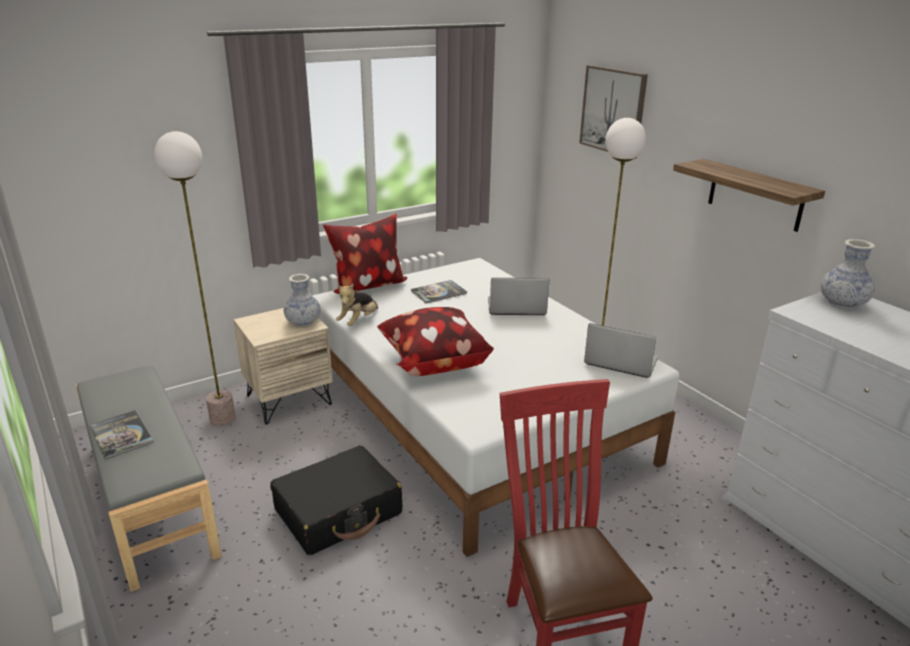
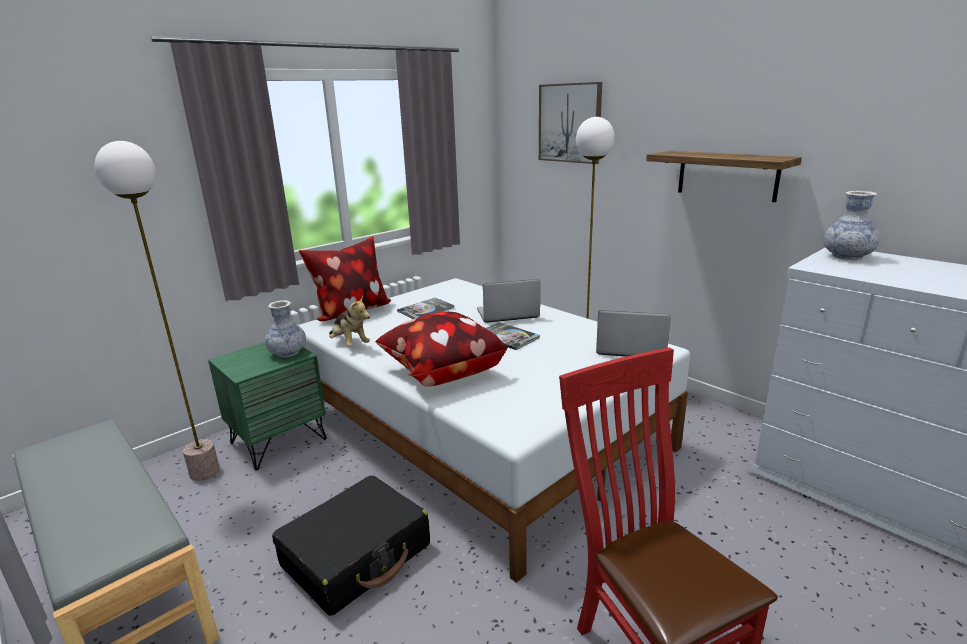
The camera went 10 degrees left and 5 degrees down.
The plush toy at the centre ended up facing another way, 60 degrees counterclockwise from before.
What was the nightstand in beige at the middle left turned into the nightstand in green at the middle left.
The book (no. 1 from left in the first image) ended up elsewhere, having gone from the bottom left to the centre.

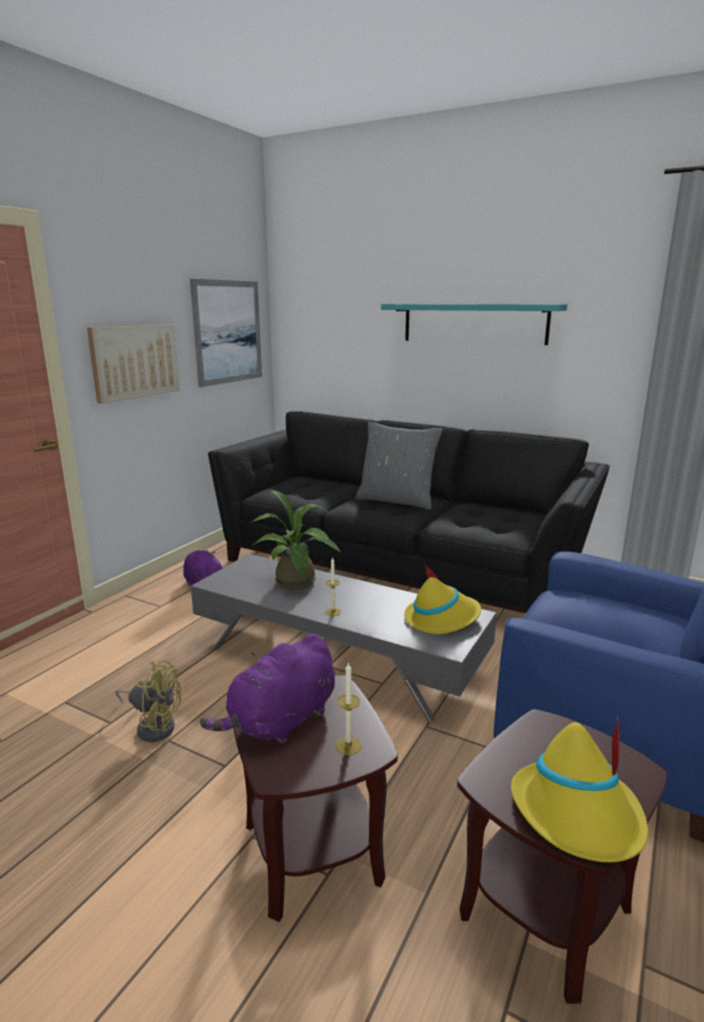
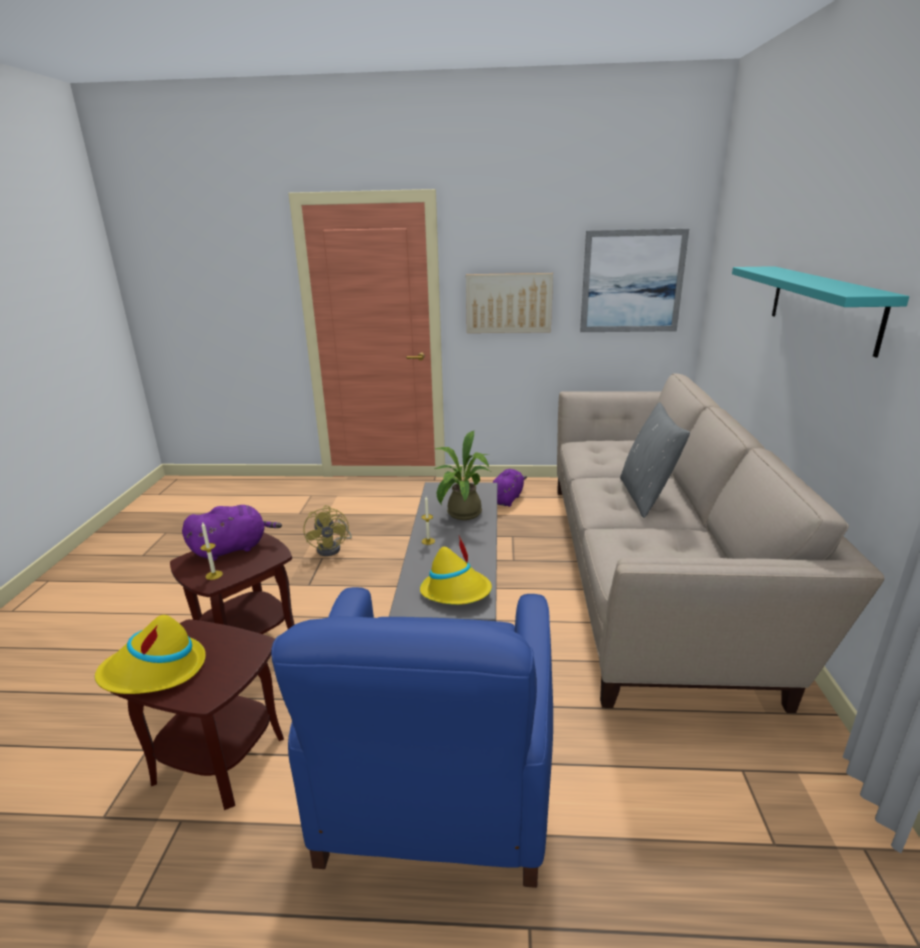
The camera went 65 degrees right and 5 degrees up.
What was the sofa in black at the centre turned into the sofa in beige at the middle right.
The plush toy in purple (no. 2 from left in the first image) at the bottom centre ended up facing another way, 135 degrees clockwise from before.

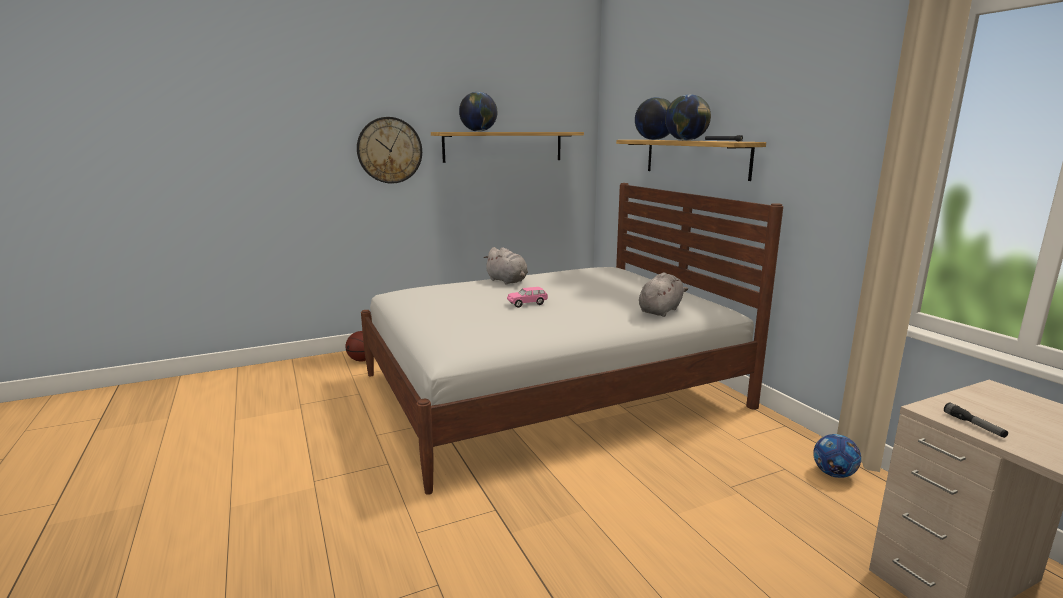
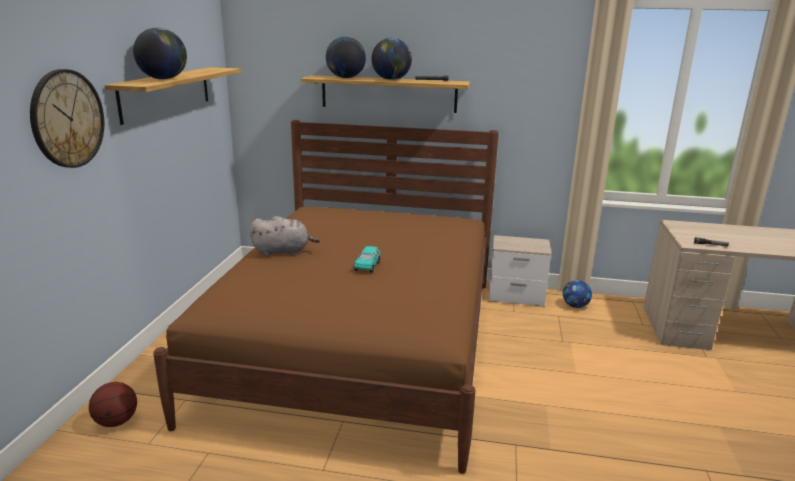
The camera went 55 degrees left and 5 degrees up.
What was the bed in white at the centre turned into the bed in brown at the centre.
The second view lost the plush toy in grey (no. 2 from left) at the centre.
What was the toy car in pink at the centre turned into the toy car in turquoise at the centre.
The second view gained the nightstand at the centre.

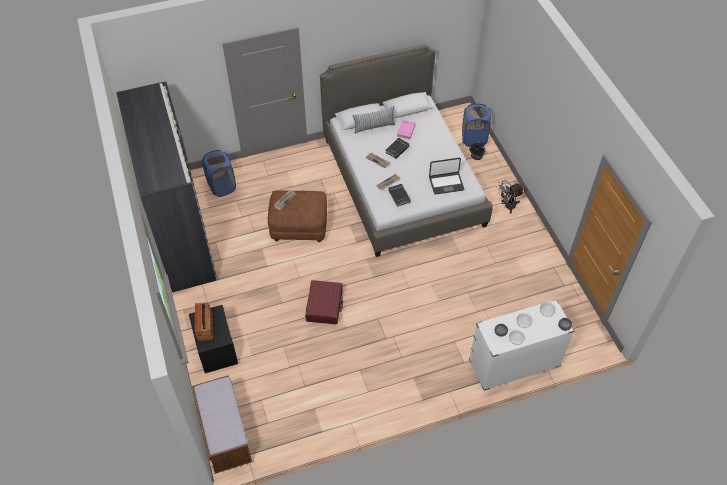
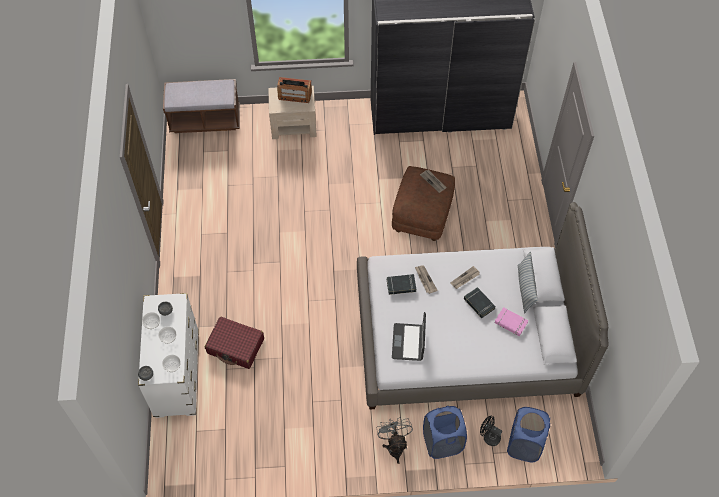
The camera went 105 degrees right and 5 degrees up.
The laundry basket in blue (no. 1 from left) ended up elsewhere, having gone from the middle left to the bottom centre.
The suitcase in red ended up elsewhere, having gone from the centre to the bottom left.
What was the nightstand in black at the bottom left turned into the nightstand in beige at the top centre.

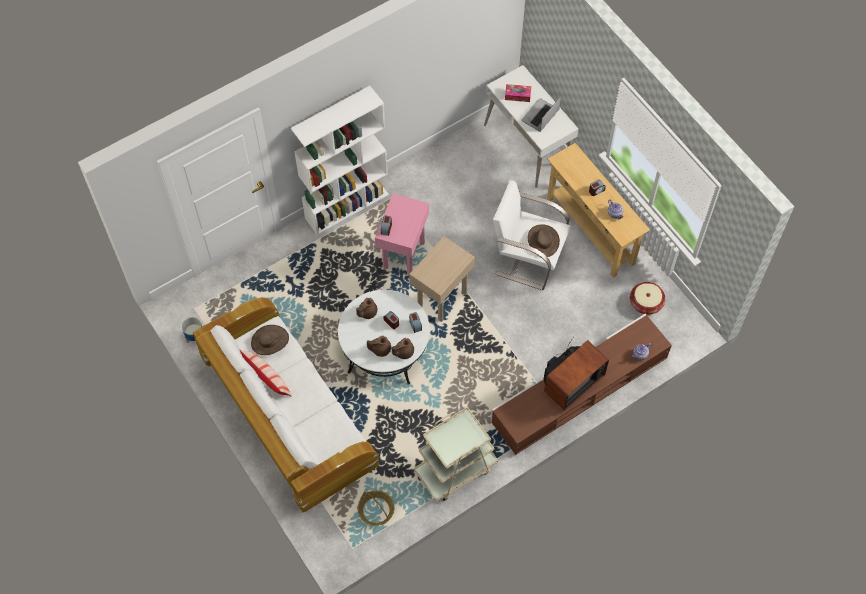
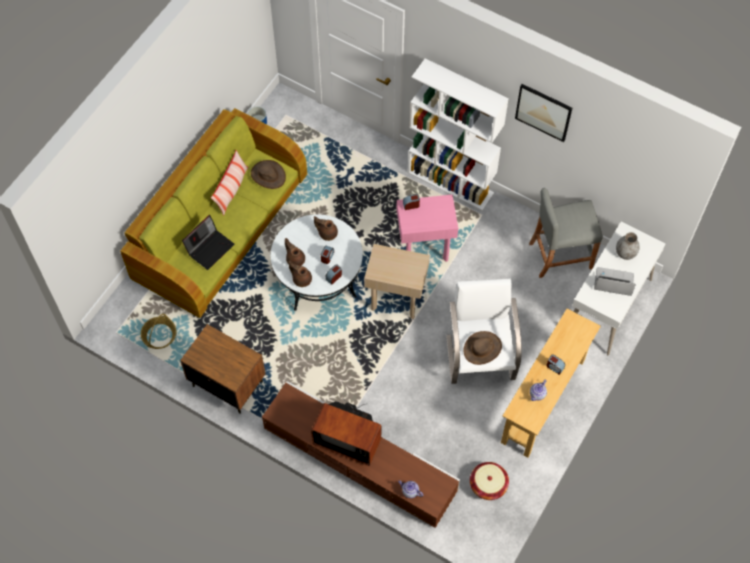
The camera went 65 degrees right and 0 degrees up.
Where the tissue box stood at the top centre, the vase in grey came to stand at the middle right.
What was the sofa in white at the bottom left turned into the sofa in green at the middle left.
Where the cart in beige stood at the bottom centre, the nightstand in brown came to stand at the middle left.
The second view gained the picture at the top right.
The second view gained the stool in grey at the middle right.
The second view gained the laptop (no. 1 from left) at the middle left.

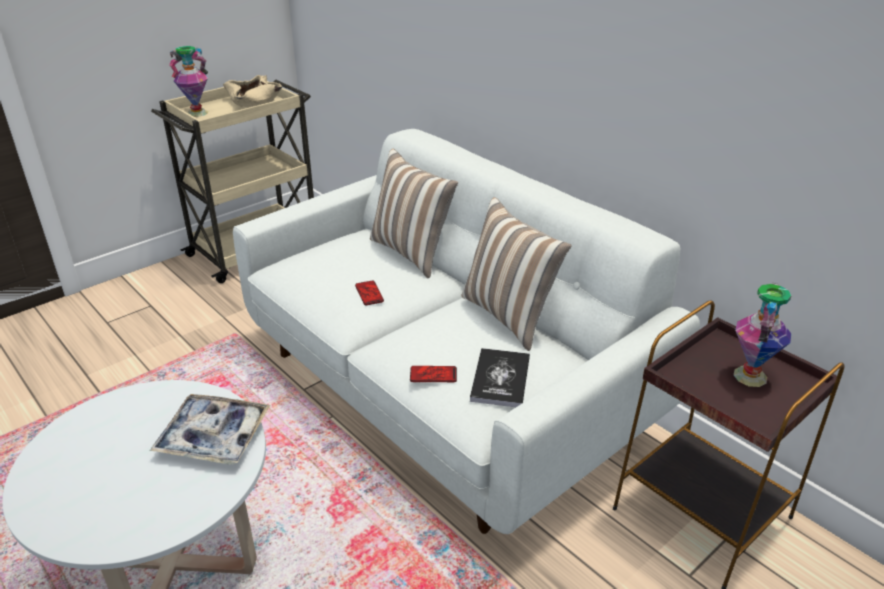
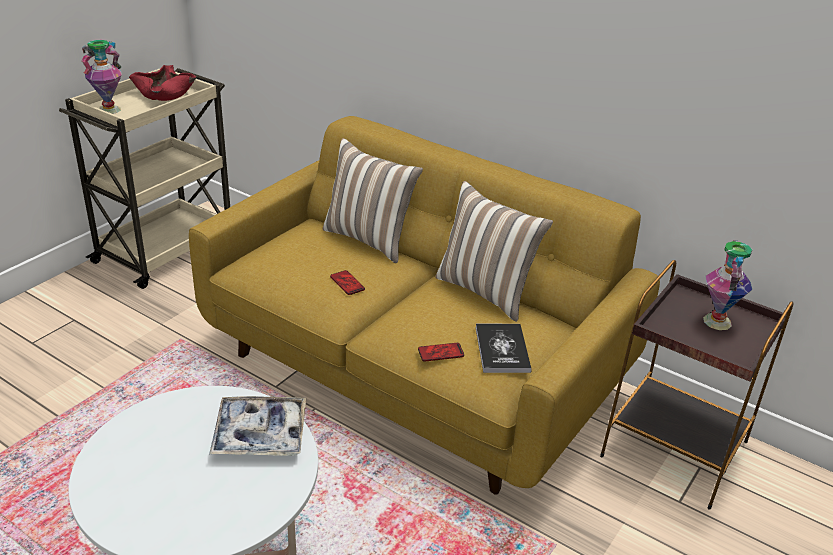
The camera went 15 degrees left and 0 degrees up.
What was the bowl in beige at the top left turned into the bowl in red at the top left.
What was the sofa in white at the centre turned into the sofa in yellow at the centre.

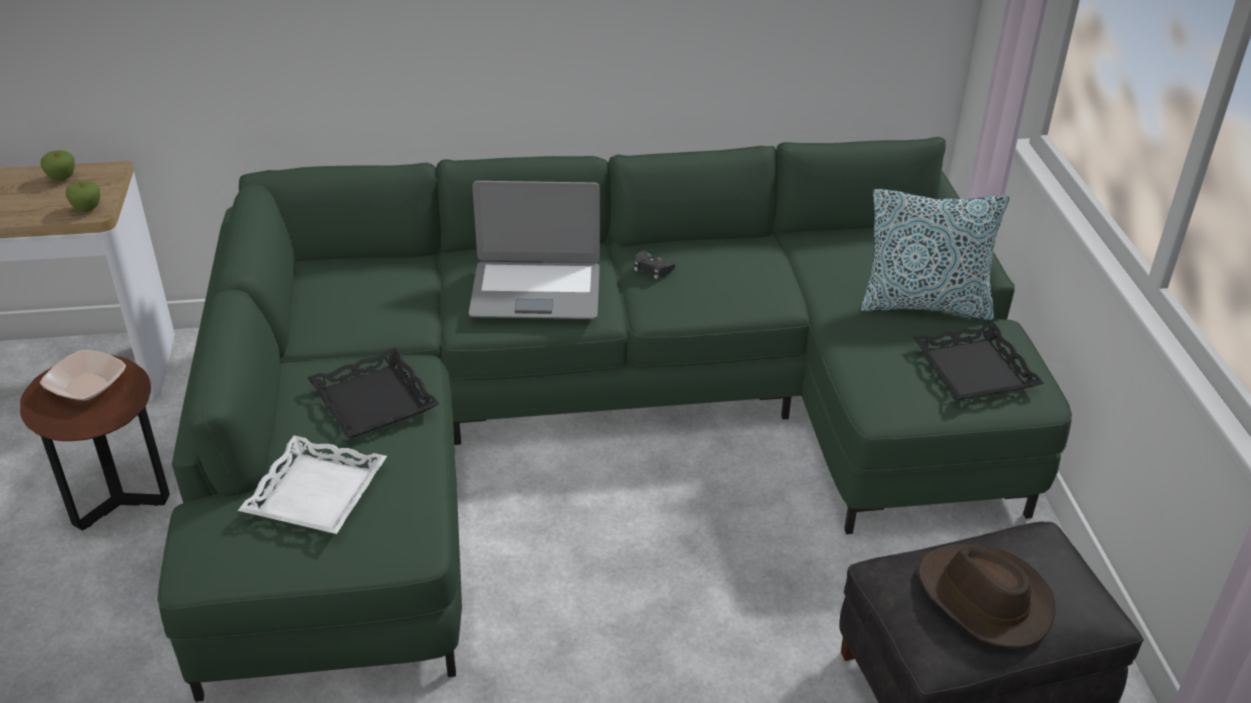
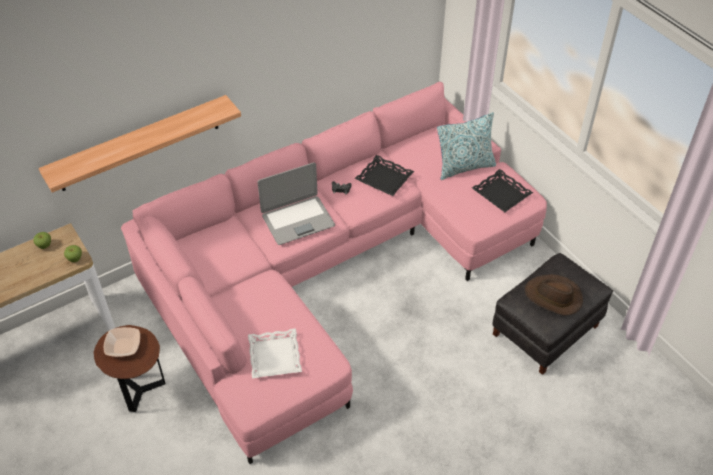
The camera went 25 degrees left and 10 degrees up.
What was the sofa in green at the centre turned into the sofa in pink at the centre.
The tray in black (no. 1 from left) ended up elsewhere, having gone from the middle left to the centre.
The second view gained the shelf at the top left.

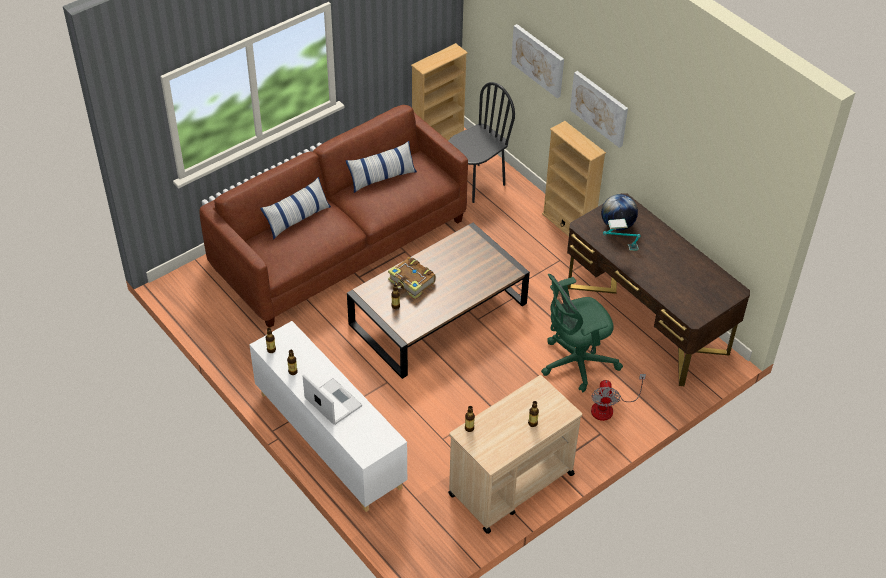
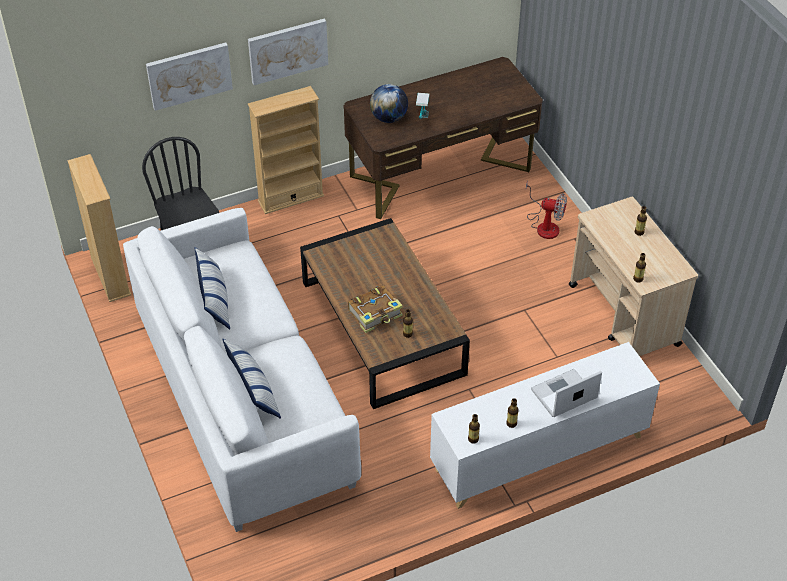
The camera went 75 degrees left and 0 degrees up.
What was the sofa in brown at the centre turned into the sofa in white at the middle left.
The second view lost the office chair in green at the centre.

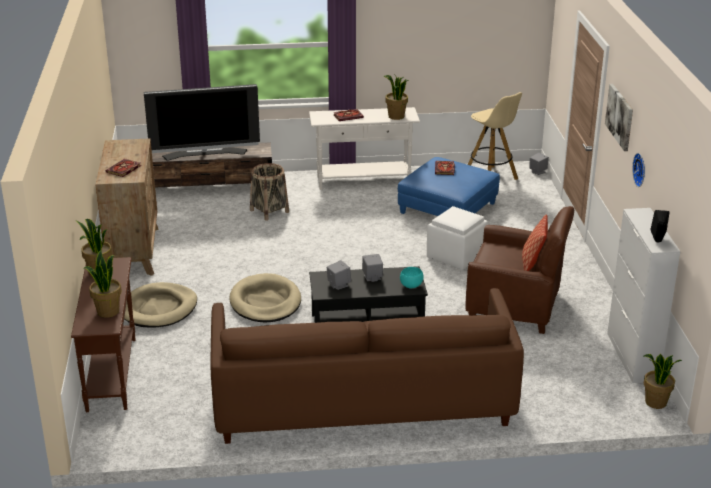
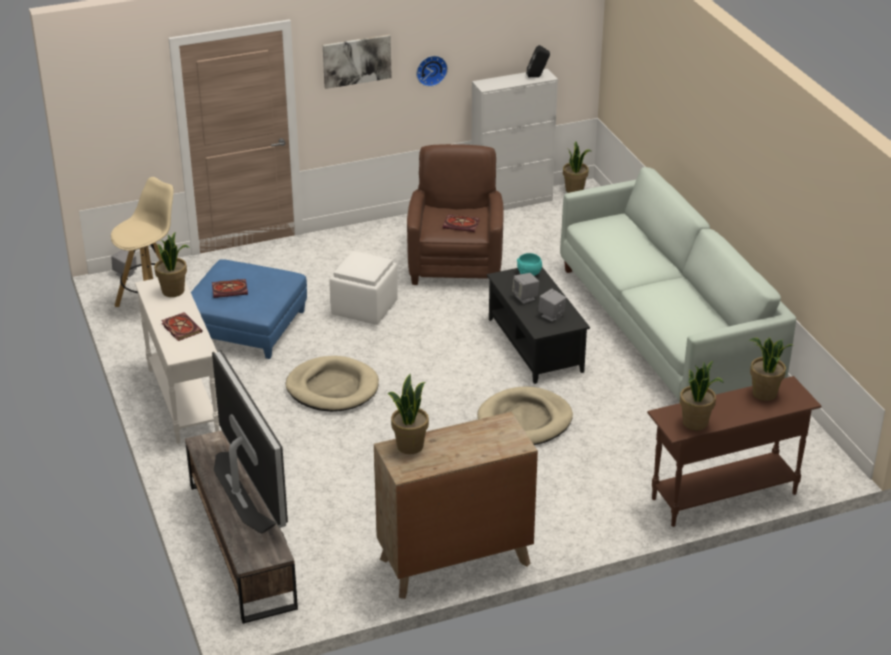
The camera went 105 degrees left and 5 degrees up.
The book (no. 1 from left in the first image) ended up elsewhere, having gone from the middle left to the centre.
The second view lost the basket at the centre.
The second view lost the pillow at the middle right.
The dog bed in beige (no. 1 from left) ended up elsewhere, having gone from the middle left to the centre.
What was the sofa in brown at the bottom centre turned into the sofa in white at the middle right.
The second view gained the potted plant (no. 2 from left) at the centre.

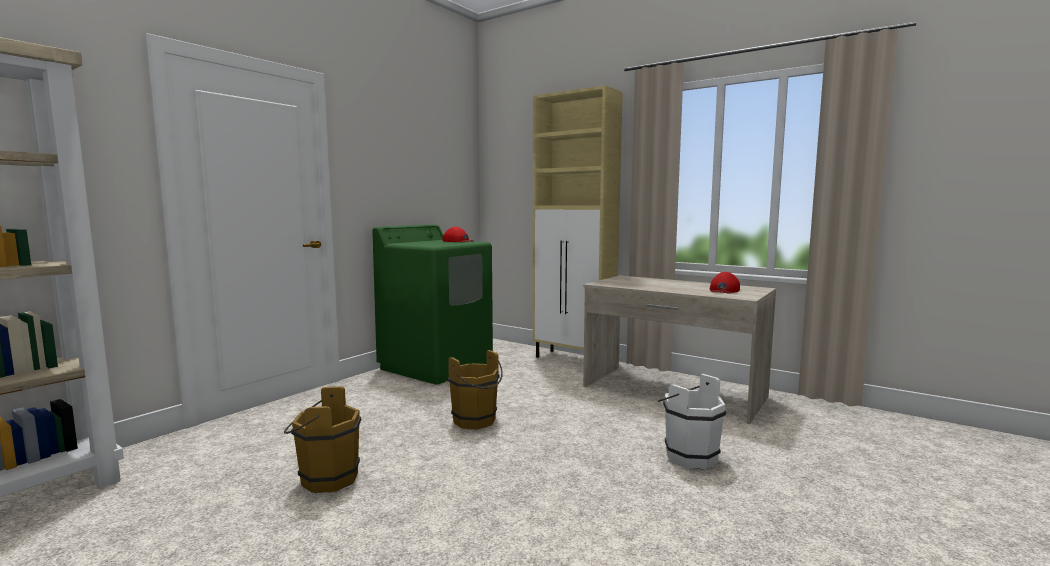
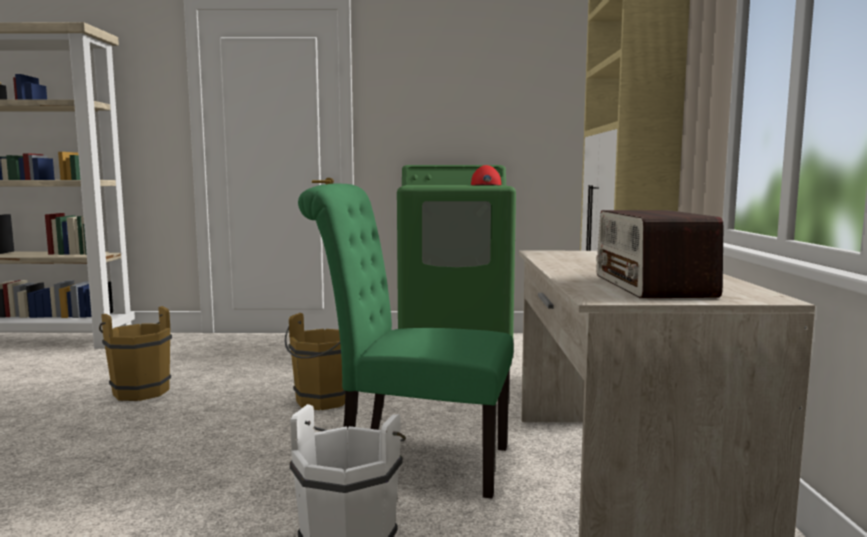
The camera went 55 degrees right and 0 degrees up.
Where the cap in red (no. 2 from left) stood at the middle right, the radio came to stand at the middle right.
The second view gained the chair in green at the centre.

